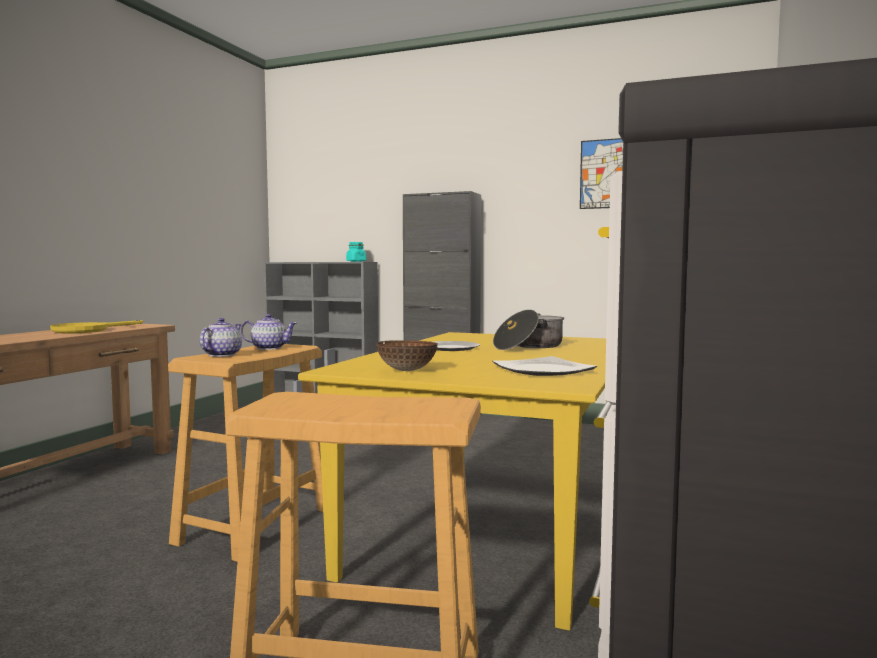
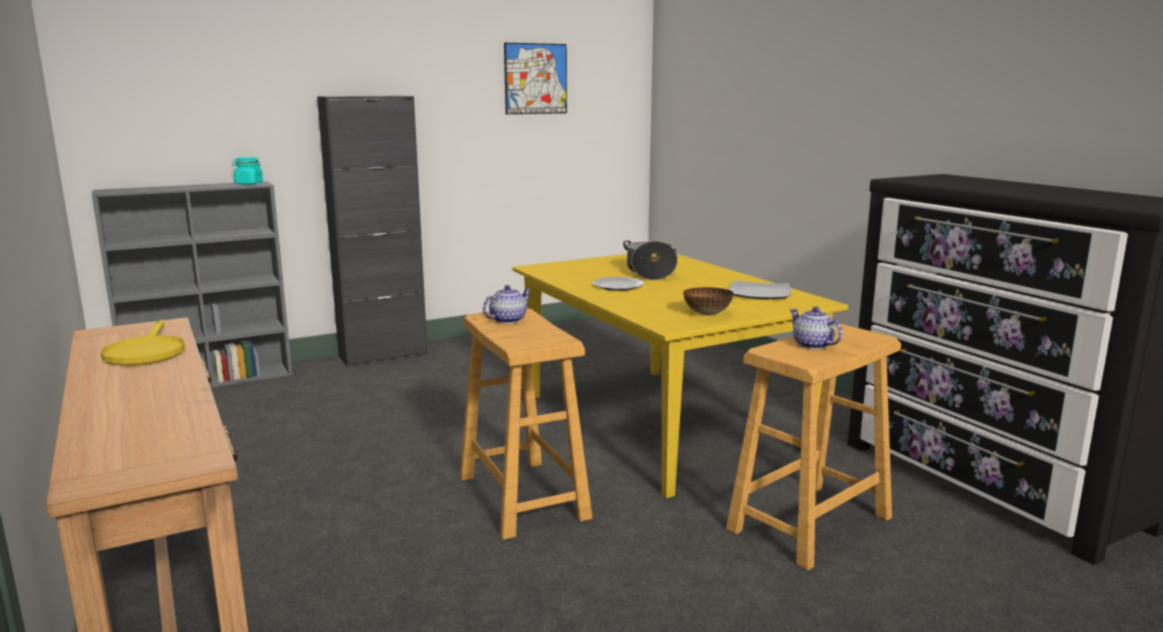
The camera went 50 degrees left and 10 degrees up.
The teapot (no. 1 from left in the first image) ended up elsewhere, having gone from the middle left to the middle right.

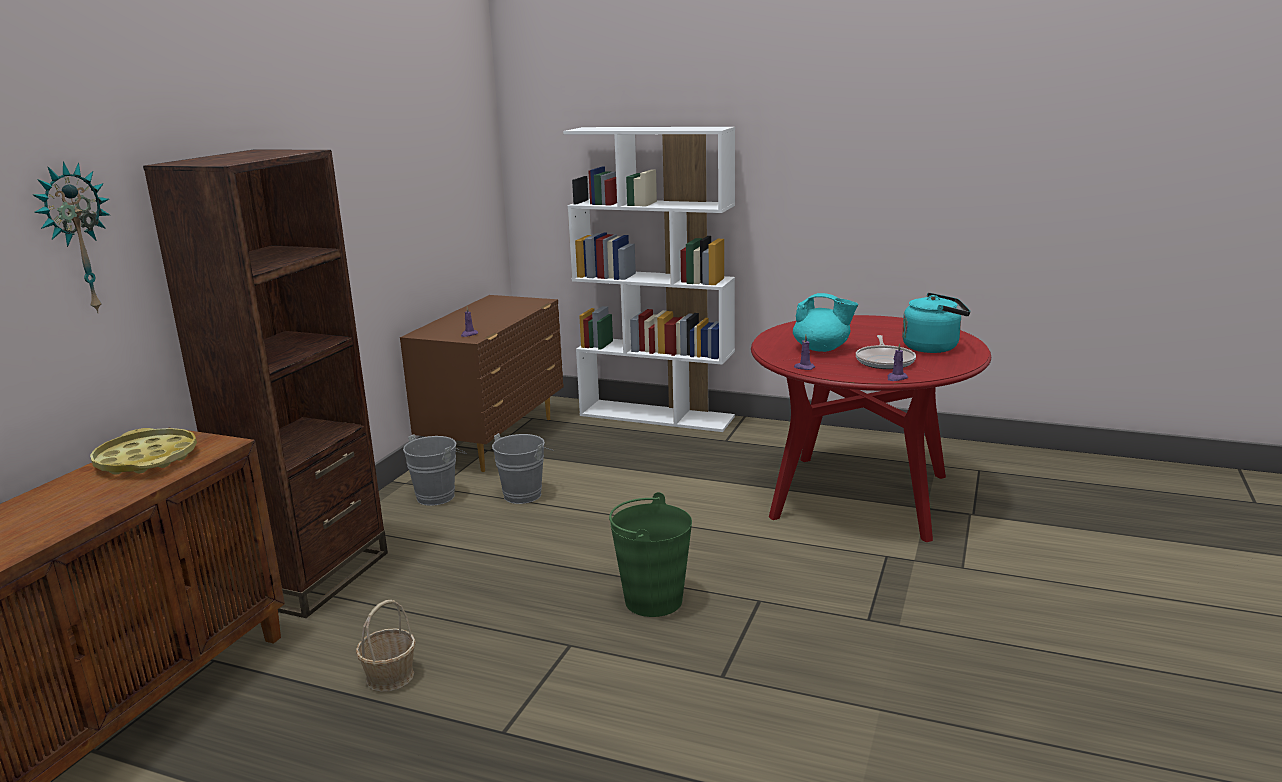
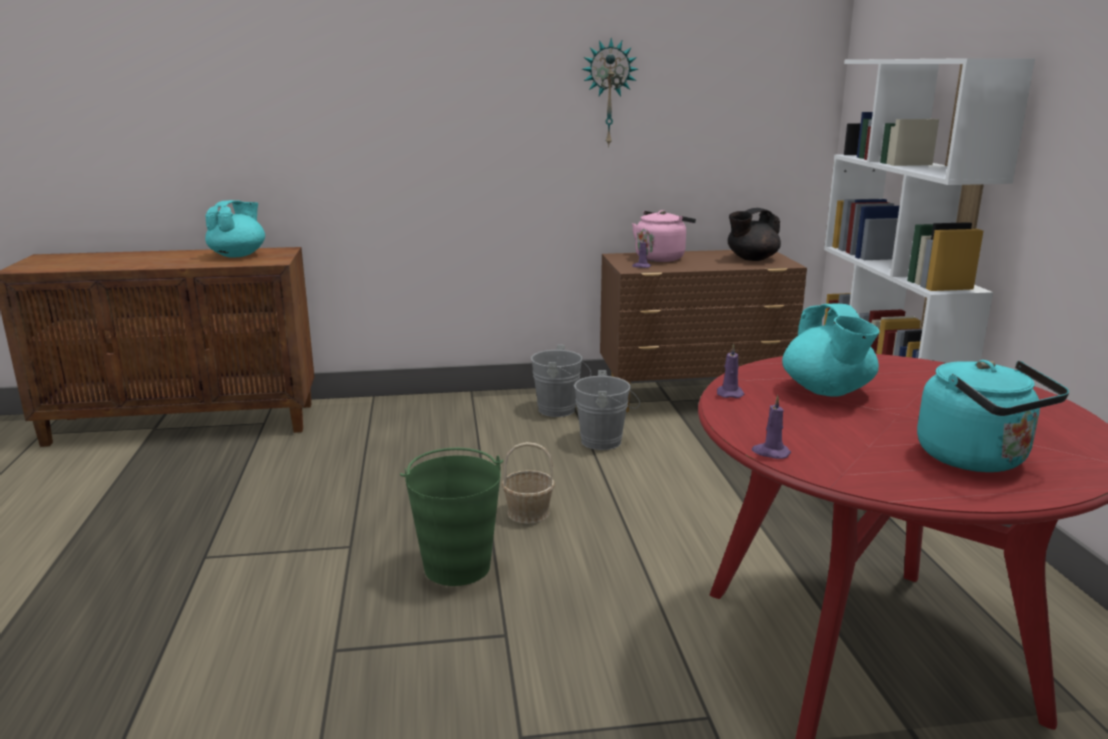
The camera went 60 degrees right and 0 degrees up.
The second view lost the bookcase in brown at the middle left.
The wall clock ended up elsewhere, having gone from the top left to the top centre.
The second view lost the frying pan at the middle right.
Where the tray in yellow stood at the middle left, the teapot in turquoise (no. 1 from left) came to stand at the top left.
The basket ended up elsewhere, having gone from the bottom left to the centre.
The second view gained the teapot in black at the top right.
The second view gained the kettle in pink at the top centre.

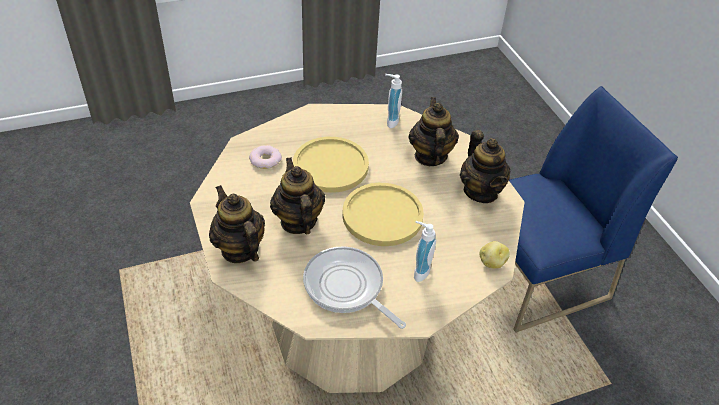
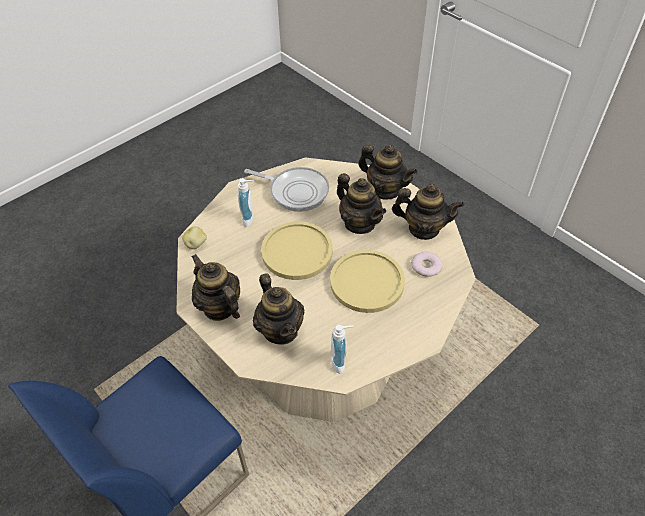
The camera went 160 degrees right and 5 degrees up.
The second view gained the teapot (no. 5 from left) at the centre.

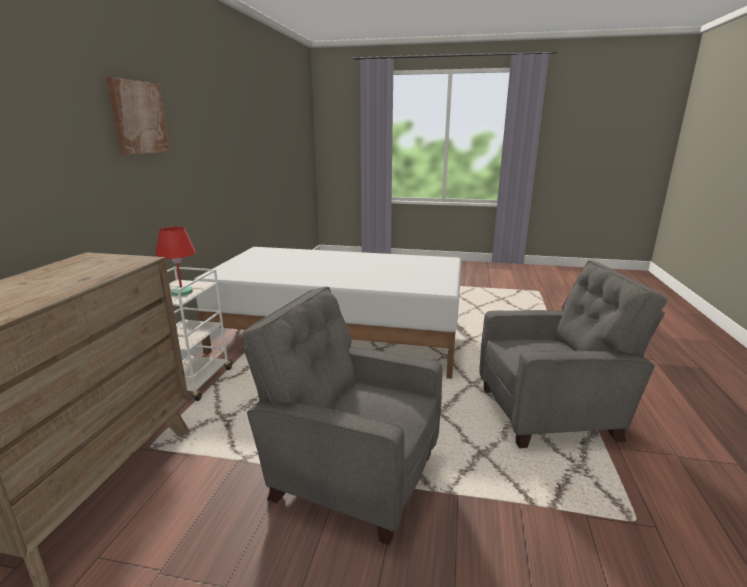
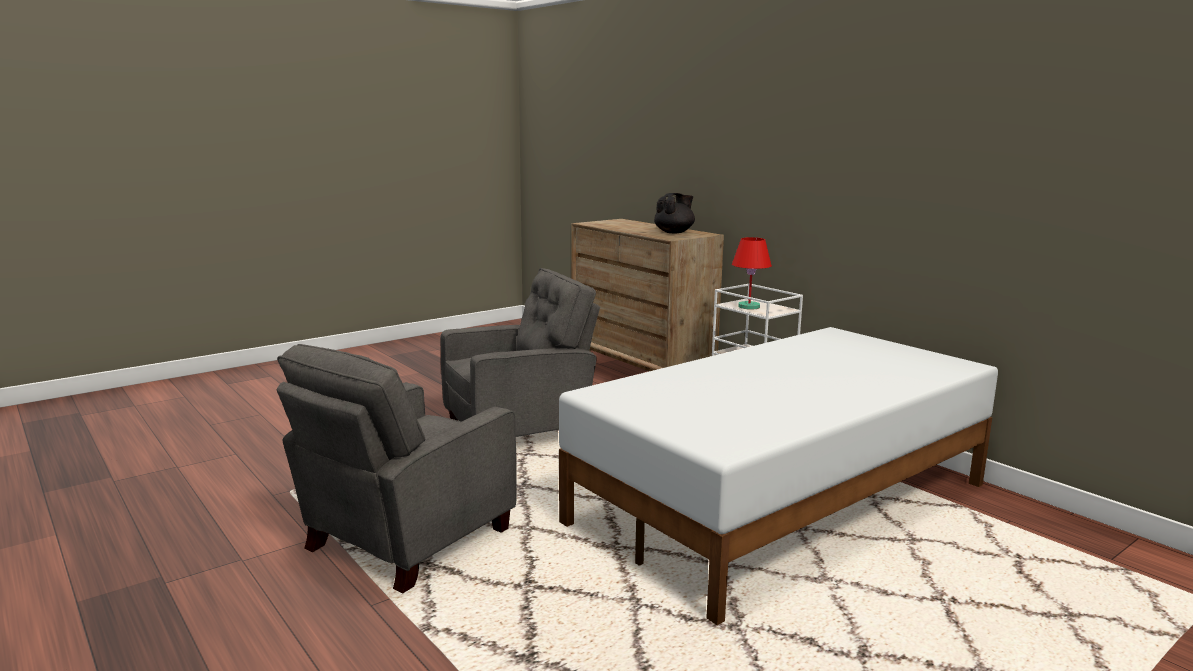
The camera went 130 degrees right and 5 degrees down.
The second view lost the picture at the top left.
The second view gained the teapot in black at the top centre.

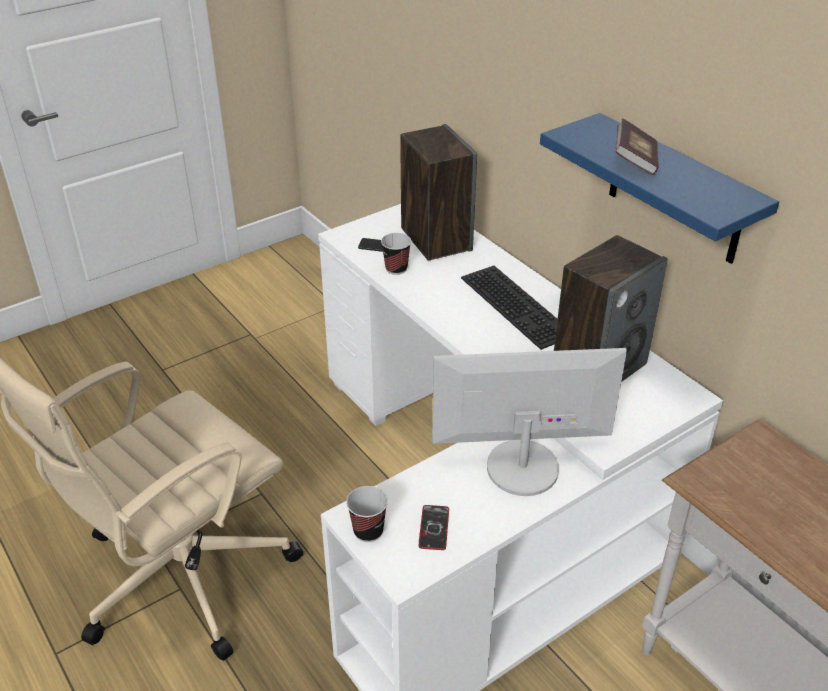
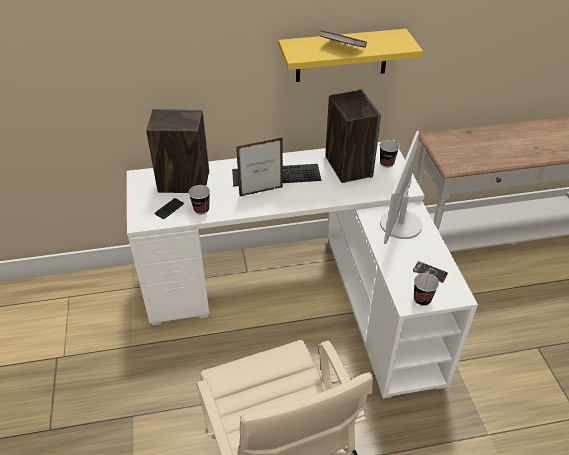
The camera went 65 degrees left and 5 degrees up.
What was the shelf in blue at the top right turned into the shelf in yellow at the top centre.
The second view gained the picture frame at the centre.
The second view gained the cup (no. 2 from left) at the middle right.

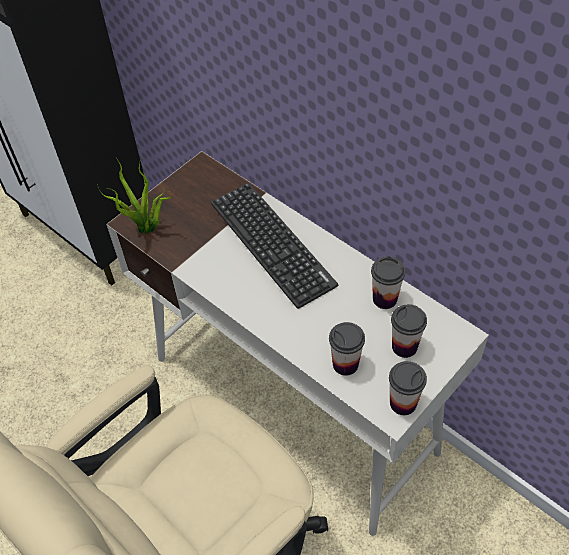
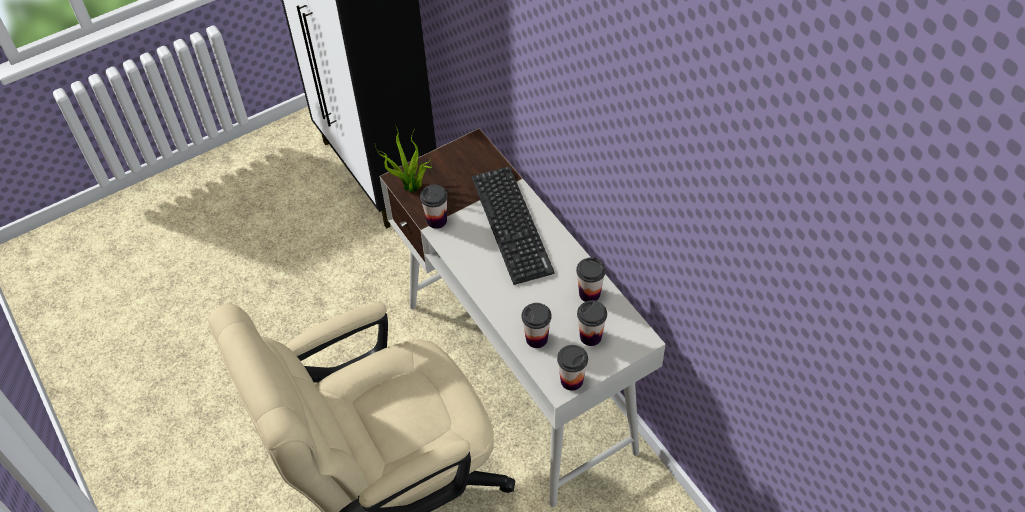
The camera went 15 degrees right and 0 degrees up.
The second view gained the cup (no. 1 from left) at the centre.

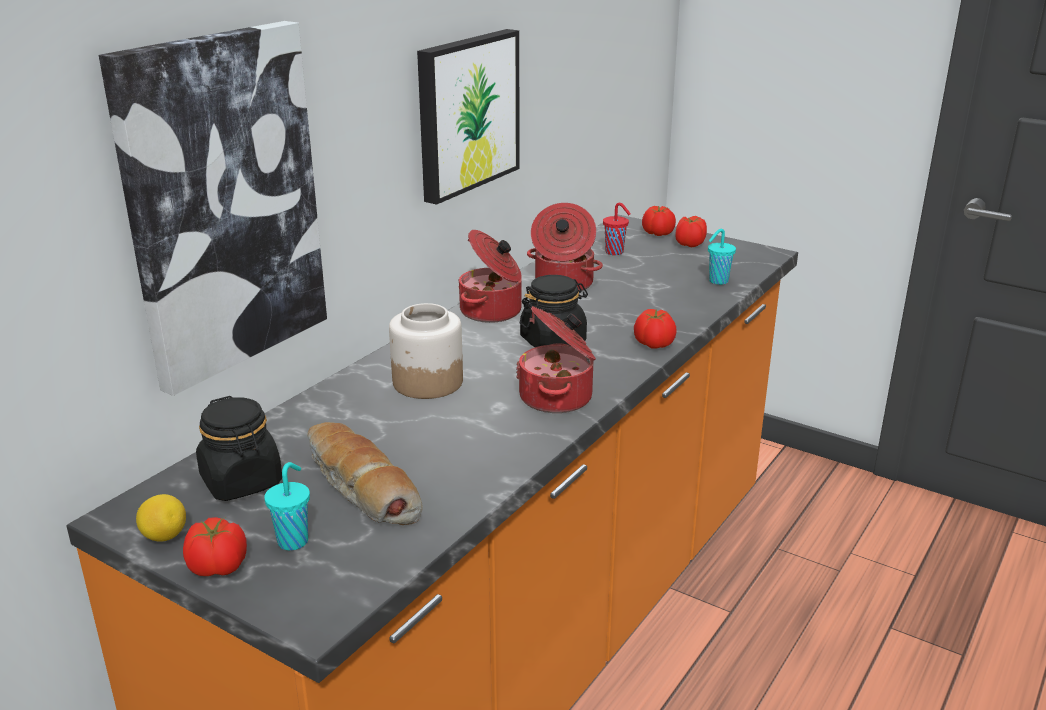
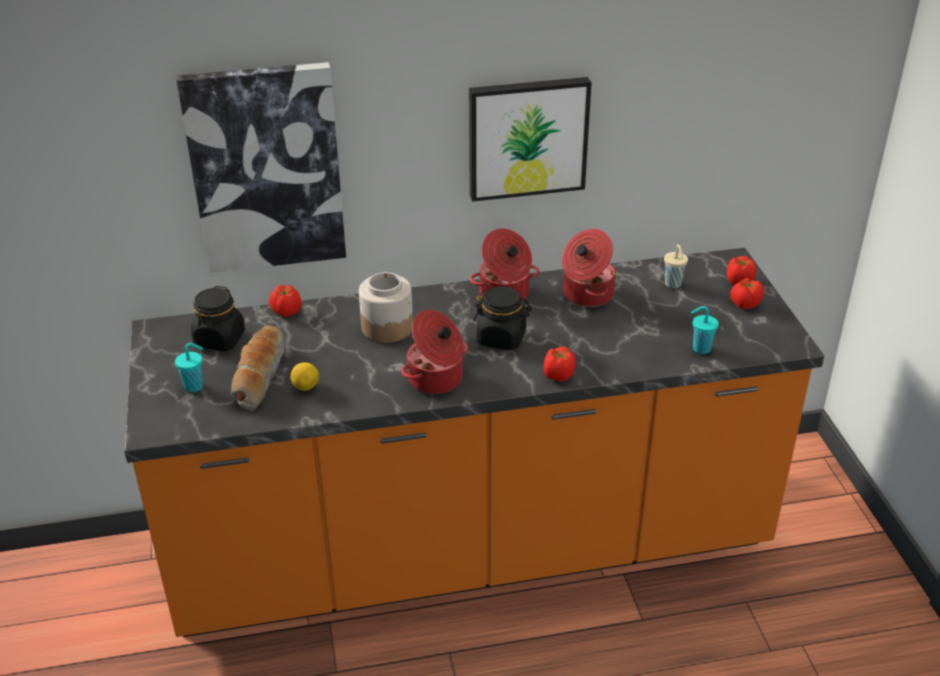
The camera went 45 degrees right and 10 degrees up.
What was the cup in red at the top centre turned into the cup in beige at the middle right.
The lemon ended up elsewhere, having gone from the bottom left to the middle left.
The tomato (no. 1 from left) ended up elsewhere, having gone from the bottom left to the middle left.

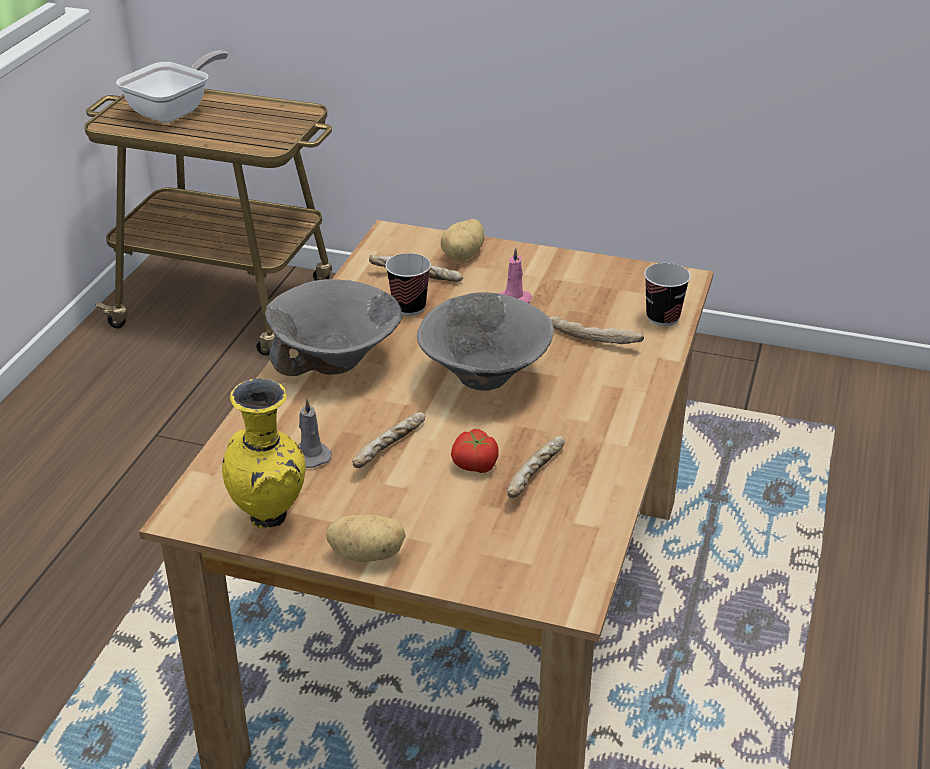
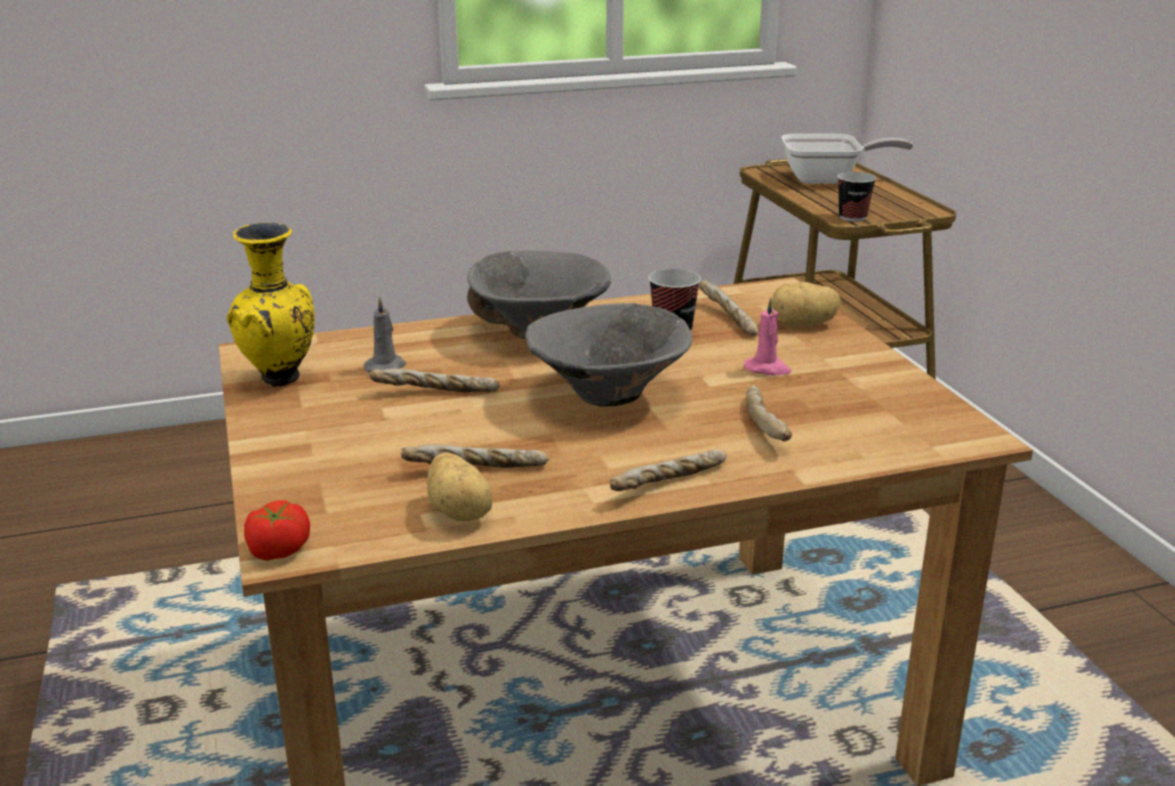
The camera went 55 degrees right and 10 degrees down.
The cup (no. 2 from left) ended up elsewhere, having gone from the middle right to the top right.
The tomato ended up elsewhere, having gone from the centre to the bottom left.
The potato (no. 1 from left) ended up elsewhere, having gone from the bottom centre to the centre.
The second view gained the bread (no. 3 from left) at the centre.

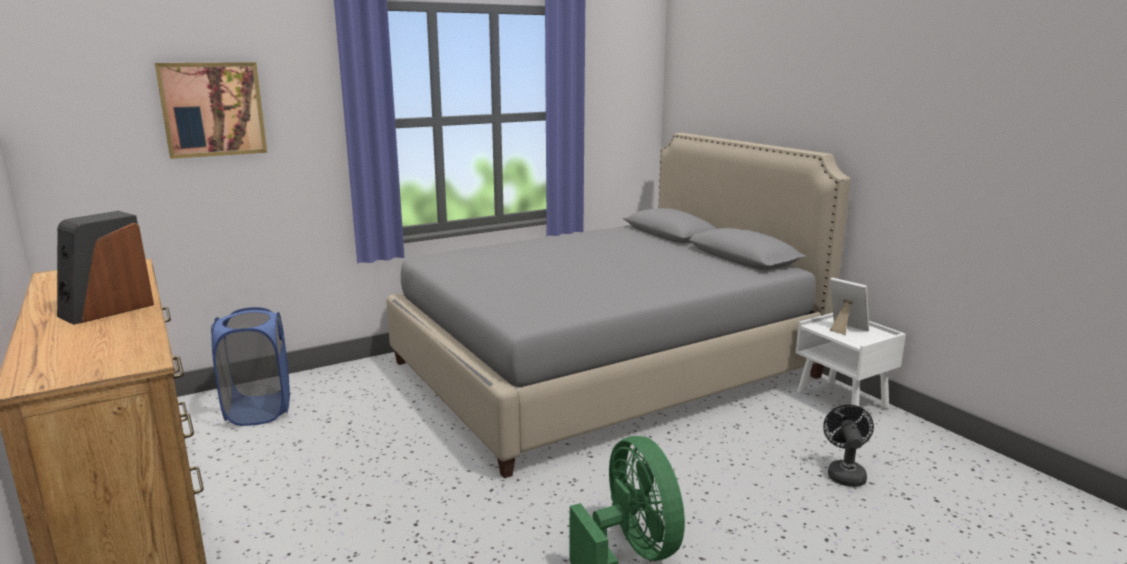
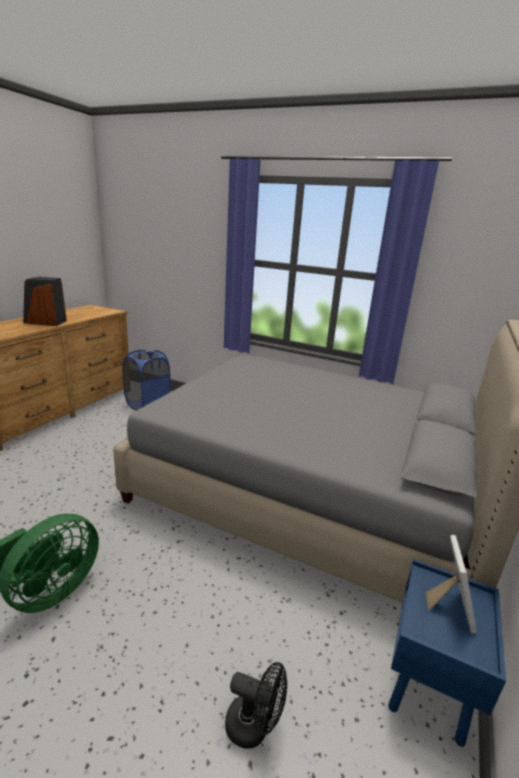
The camera went 55 degrees right and 5 degrees up.
The second view lost the picture at the top left.
What was the nightstand in white at the middle right turned into the nightstand in blue at the bottom right.
The fan in black at the bottom right ended up facing another way, 45 degrees clockwise from before.

